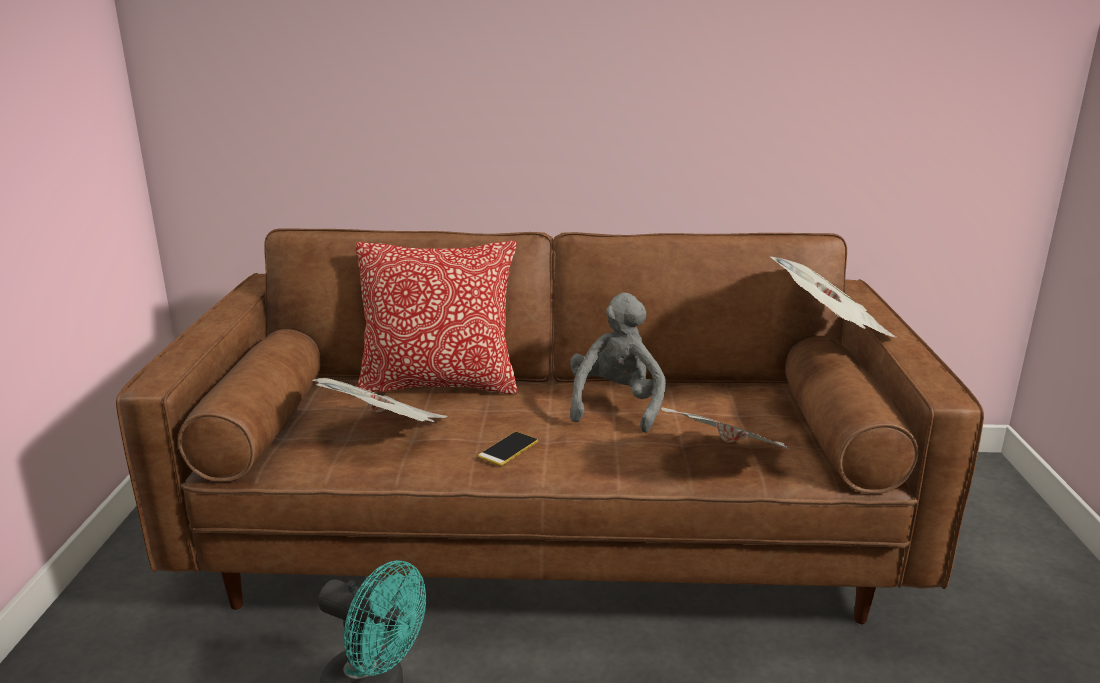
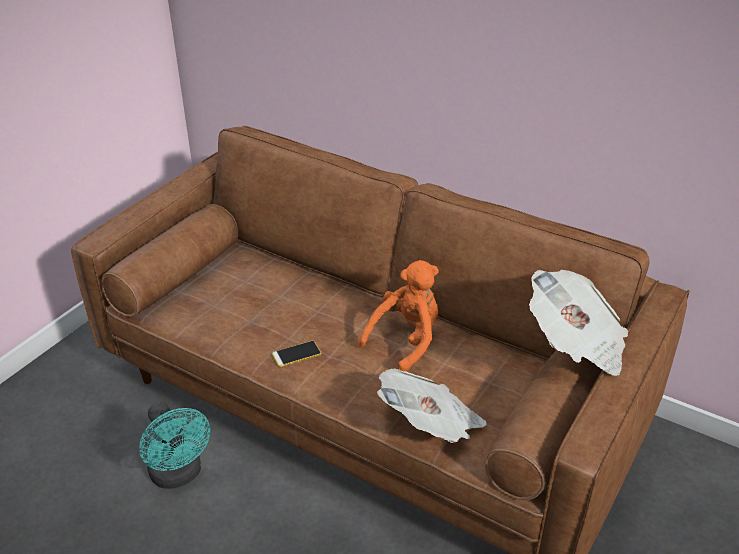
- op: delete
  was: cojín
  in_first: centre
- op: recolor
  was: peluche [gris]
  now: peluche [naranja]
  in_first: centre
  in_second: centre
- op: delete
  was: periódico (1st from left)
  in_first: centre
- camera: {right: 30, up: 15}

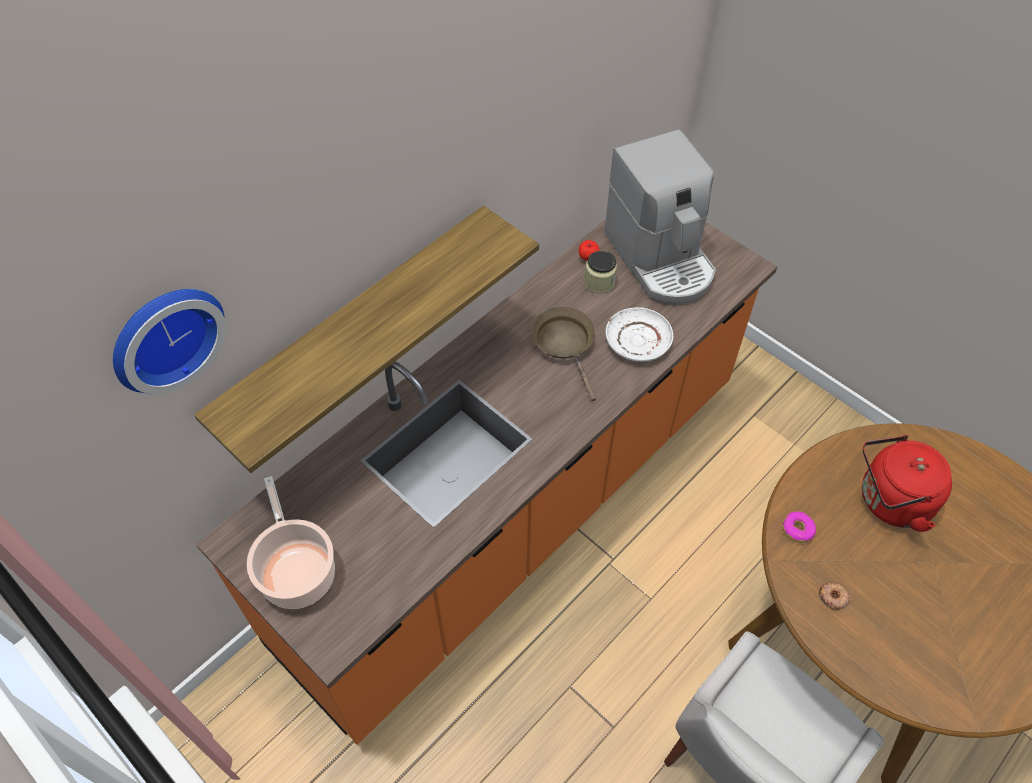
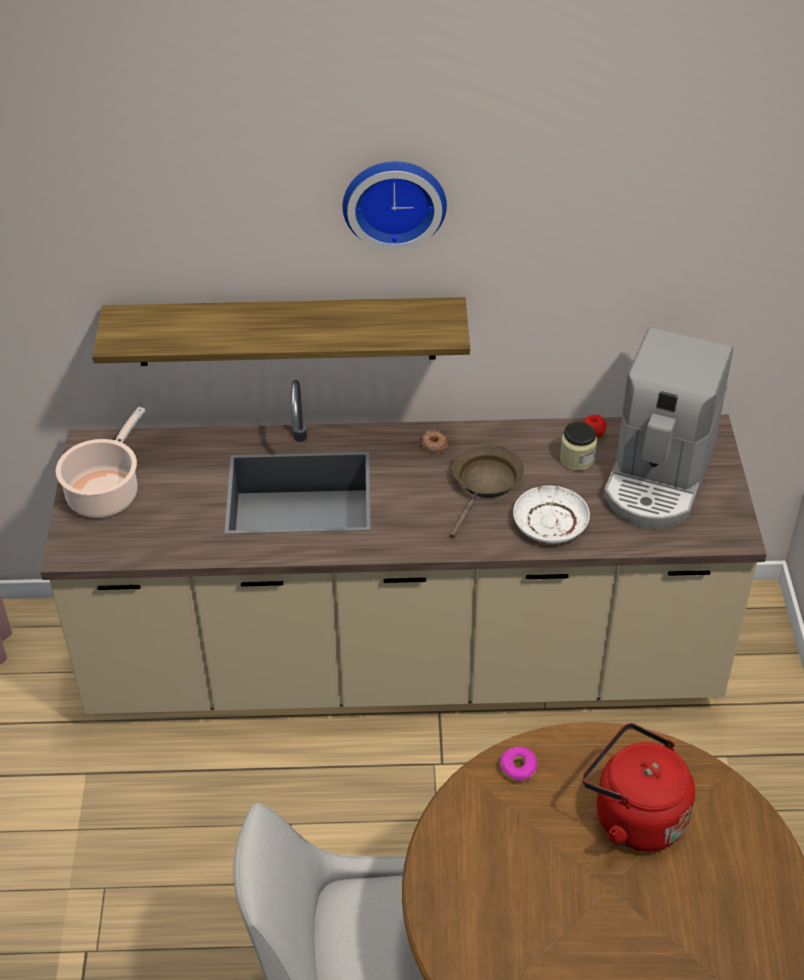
- op: recolor
  was: mueble bajo de cocina [naranja]
  now: mueble bajo de cocina [beis]
  in_first: centre
  in_second: centre
- op: move
  was: reloj de pared
  in_first: middle left
  in_second: top centre
- op: move
  was: rosquilla (2nd from left in the first image)
  now: rosquilla (1st from left)
  in_first: bottom right
  in_second: centre
- camera: {right: 45, up: -10}

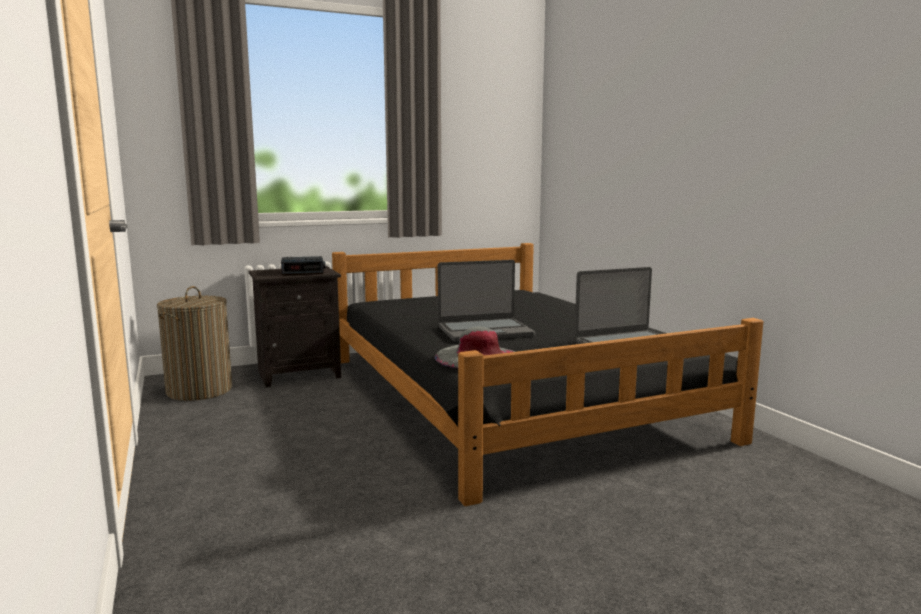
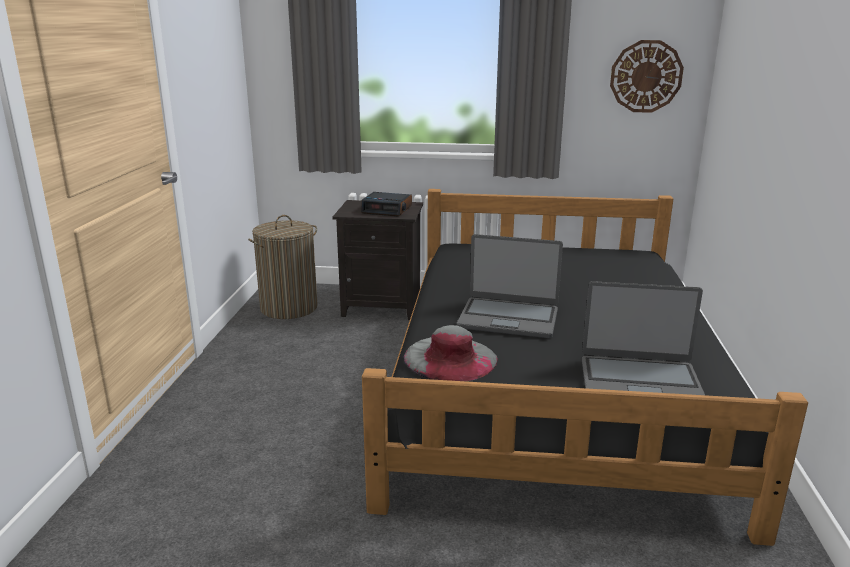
- op: insert
  now: reloj de pared
  in_second: top right
- camera: {right: 30, up: 10}

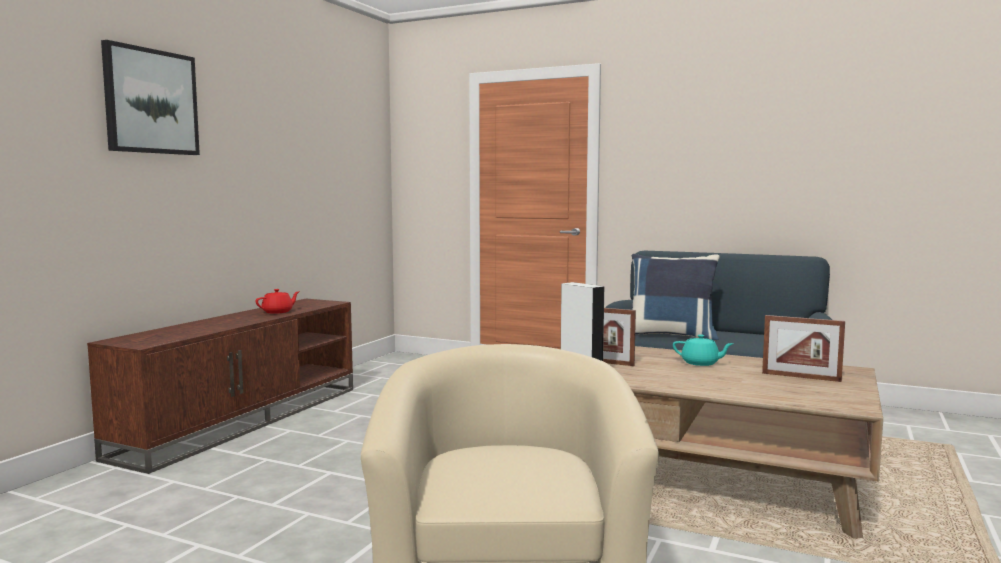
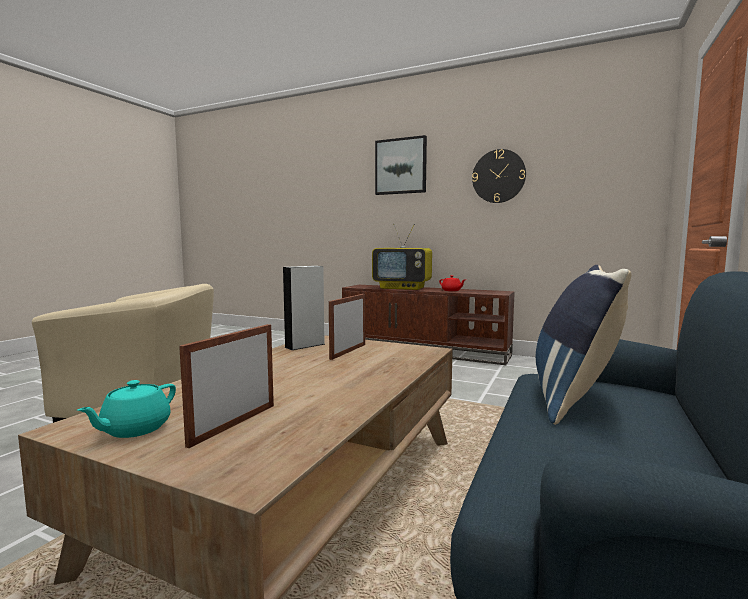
- op: move
  was: tetera [turquesa]
  in_first: middle right
  in_second: bottom left
- op: insert
  now: reloj de pared
  in_second: top right
- op: insert
  now: televisor
  in_second: centre
- camera: {right: 90, up: 0}

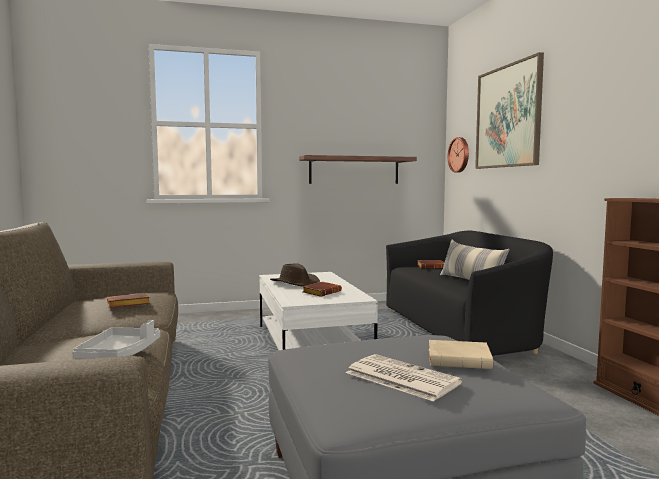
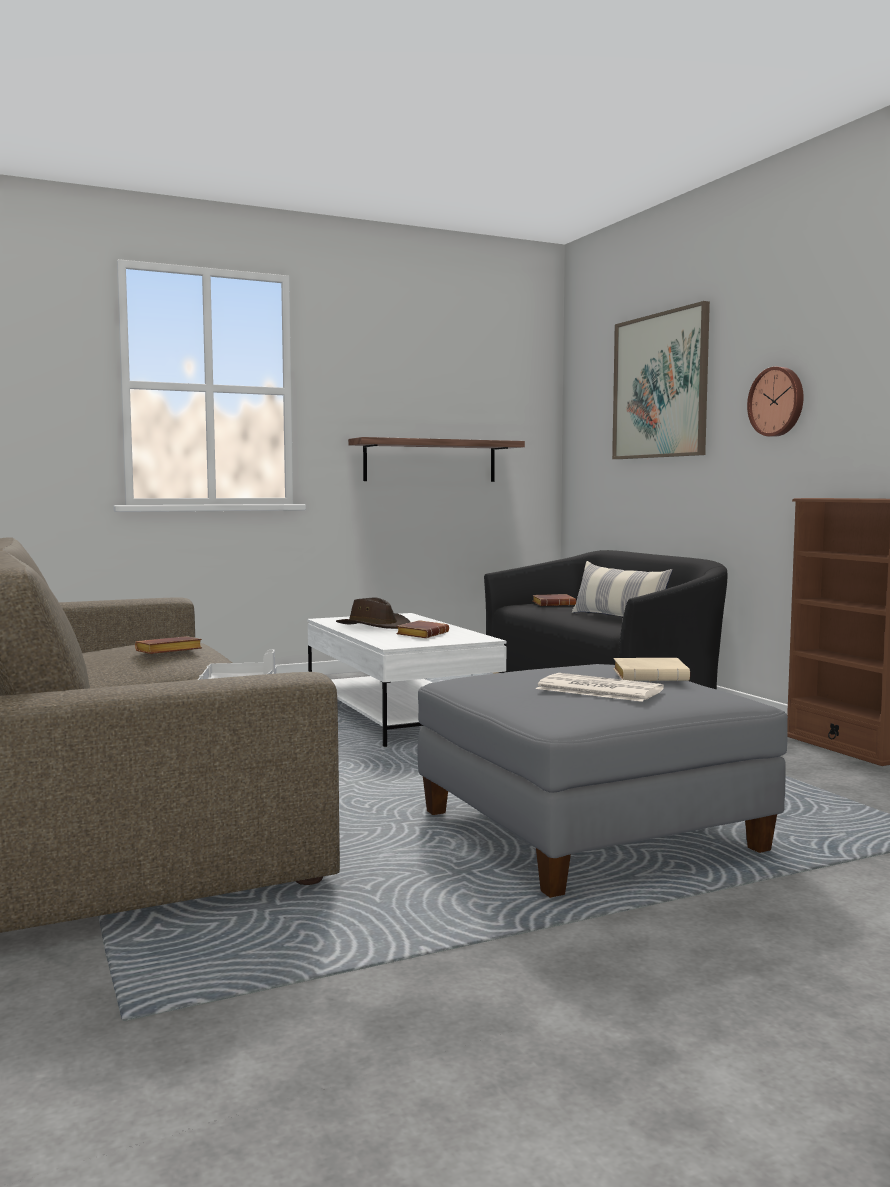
- op: move
  was: reloj de pared
  in_first: top right
  in_second: middle right
- camera: {right: -10, up: 0}

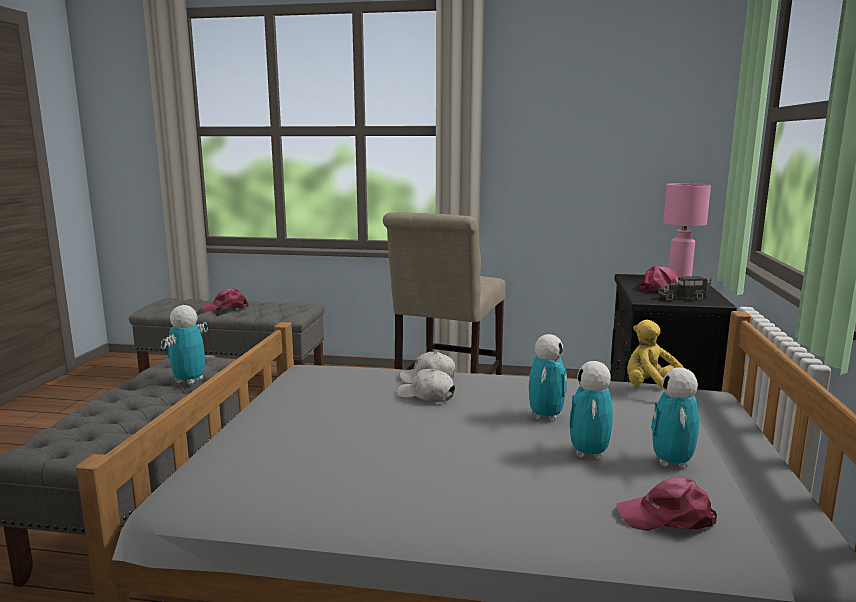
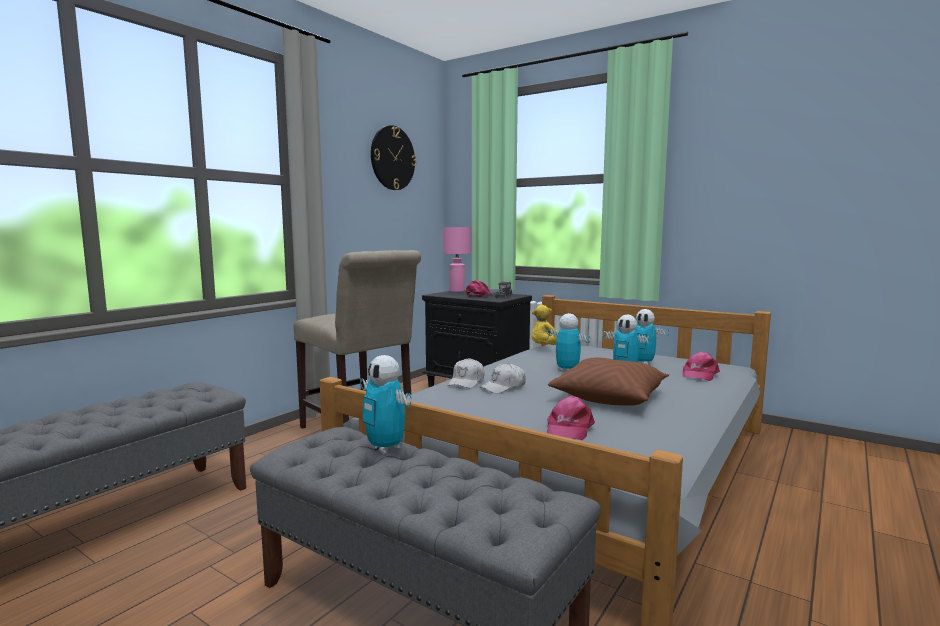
- op: move
  was: gorra [rosa] (1st from left in the first image)
  now: gorra [rosa] (2nd from left)
  in_first: middle left
  in_second: bottom centre
- op: insert
  now: reloj de pared
  in_second: top centre
- op: insert
  now: cojín [marrón]
  in_second: centre
- camera: {right: -65, up: -5}

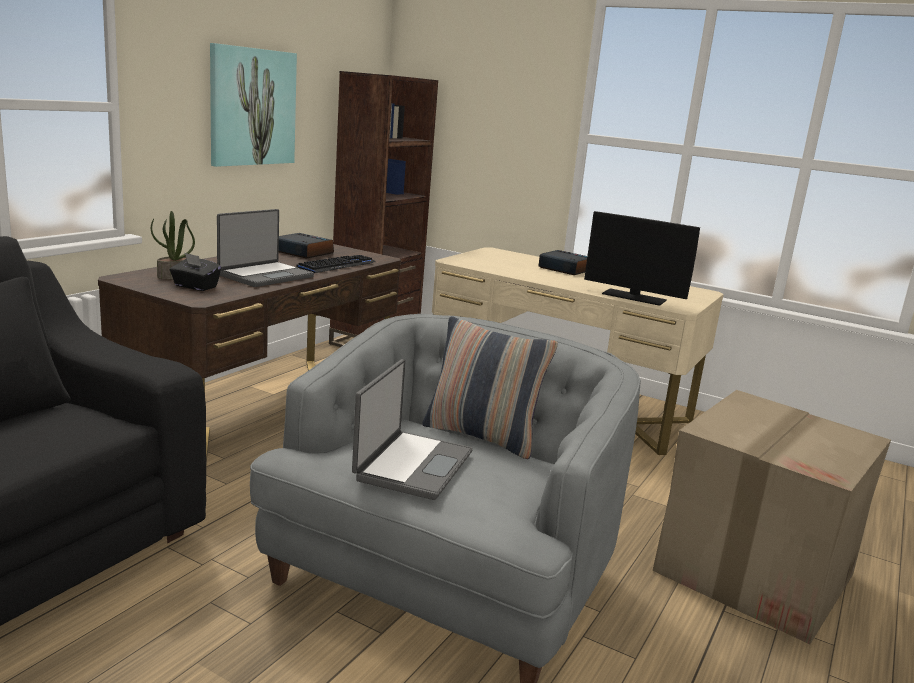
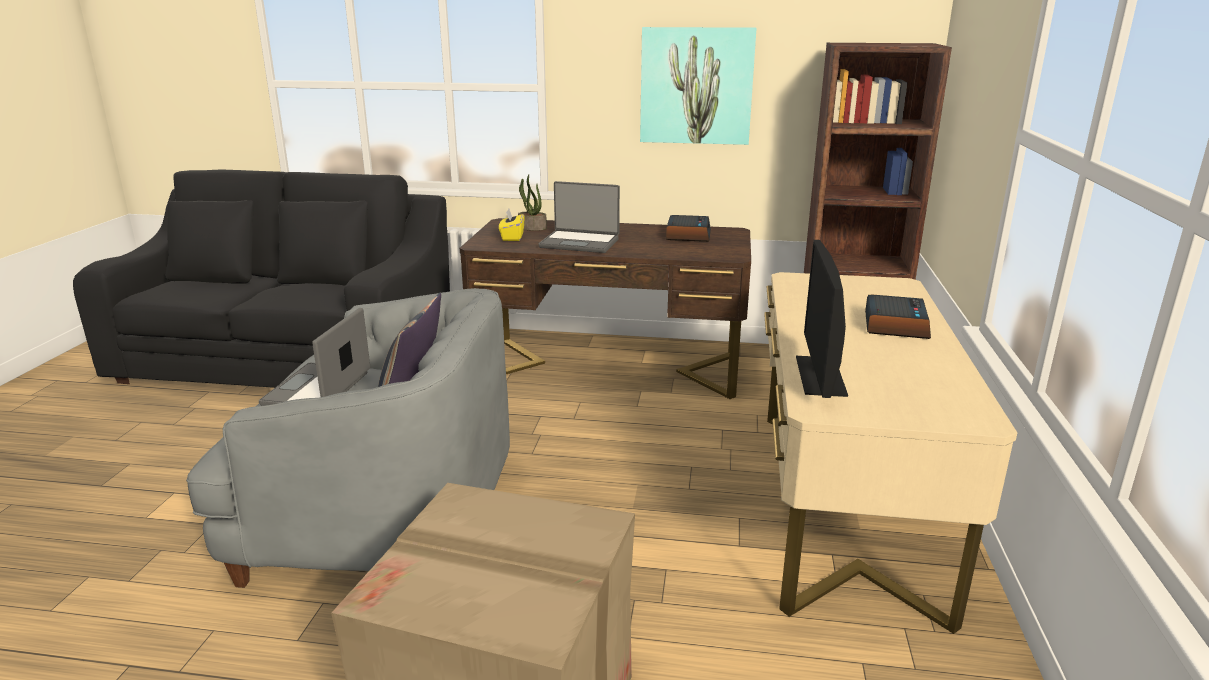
- op: recolor
  was: caja de pañuelos [negro]
  now: caja de pañuelos [amarillo]
  in_first: middle left
  in_second: top centre
- op: delete
  was: teclado
  in_first: centre
- op: rotate
  was: portátil (2nd from left in the first image)
  in_first: centre
  in_second: middle left
  clockwise: 105
- camera: {right: 70, up: 5}

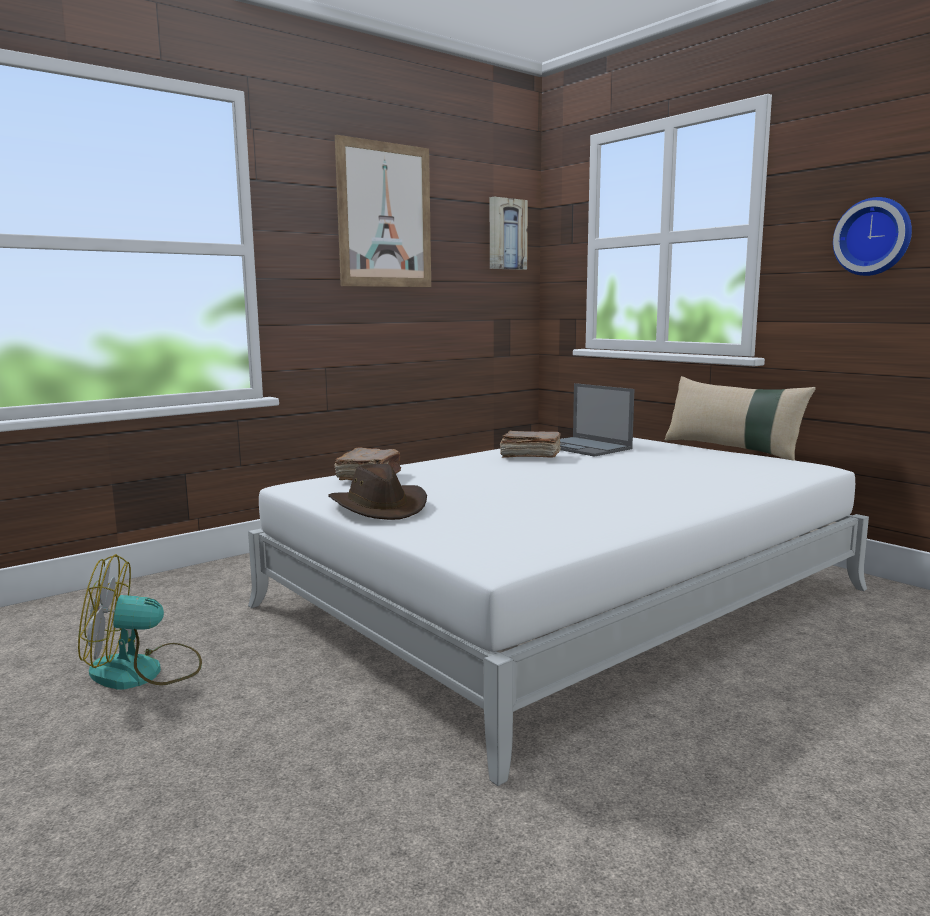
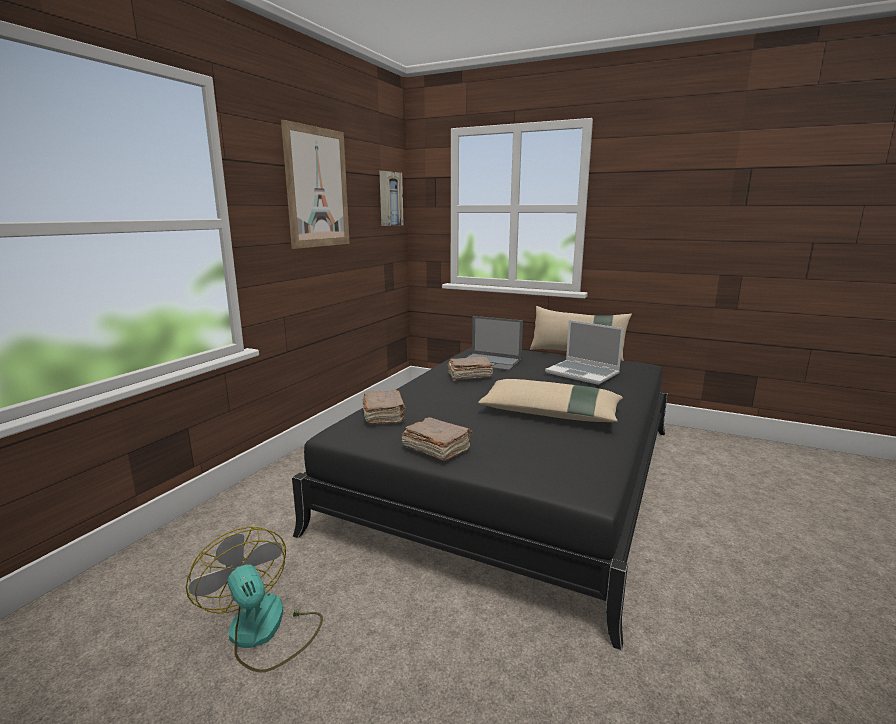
- op: delete
  was: reloj de pared
  in_first: top right
- op: recolor
  was: cama [blanco]
  now: cama [negro]
  in_first: bottom centre
  in_second: bottom centre
- op: replace
  was: sombrero [marrón]
  now: libro [marrón] (2nd from left)
  in_first: centre
  in_second: centre
- op: rotate
  was: ventilador
  in_first: bottom left
  in_second: bottom left
  clockwise: 90
- op: insert
  now: portátil (2nd from left)
  in_second: centre
- op: insert
  now: cojín [beis] (1st from left)
  in_second: centre
- camera: {right: -25, up: 5}

